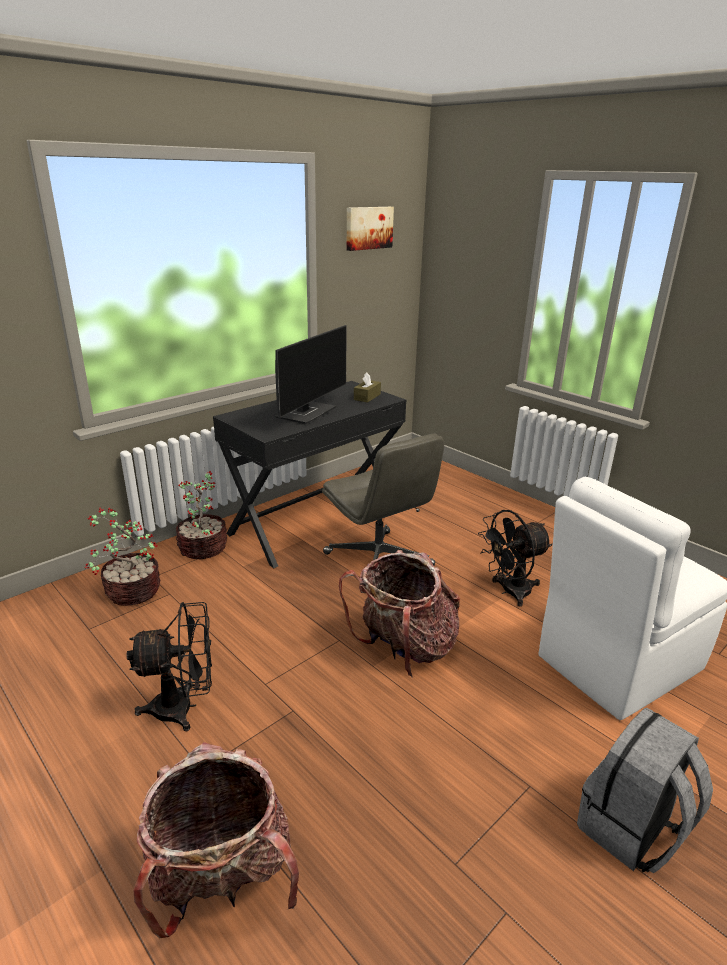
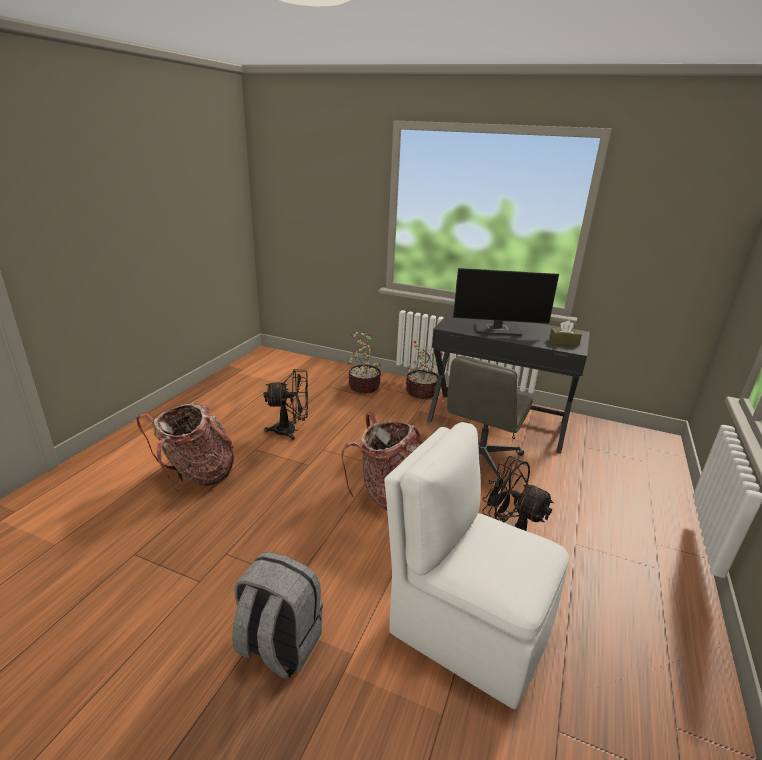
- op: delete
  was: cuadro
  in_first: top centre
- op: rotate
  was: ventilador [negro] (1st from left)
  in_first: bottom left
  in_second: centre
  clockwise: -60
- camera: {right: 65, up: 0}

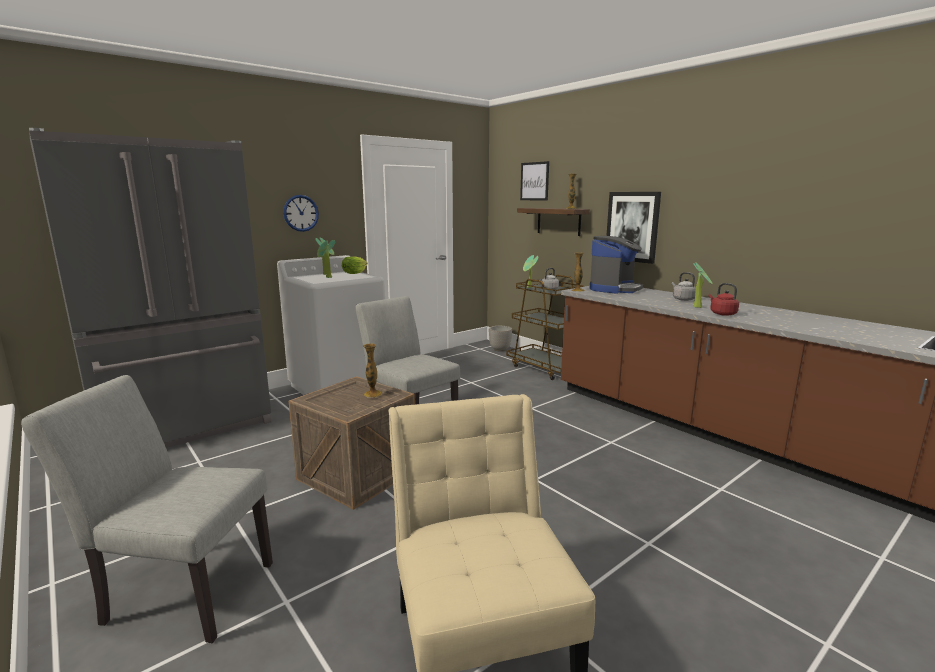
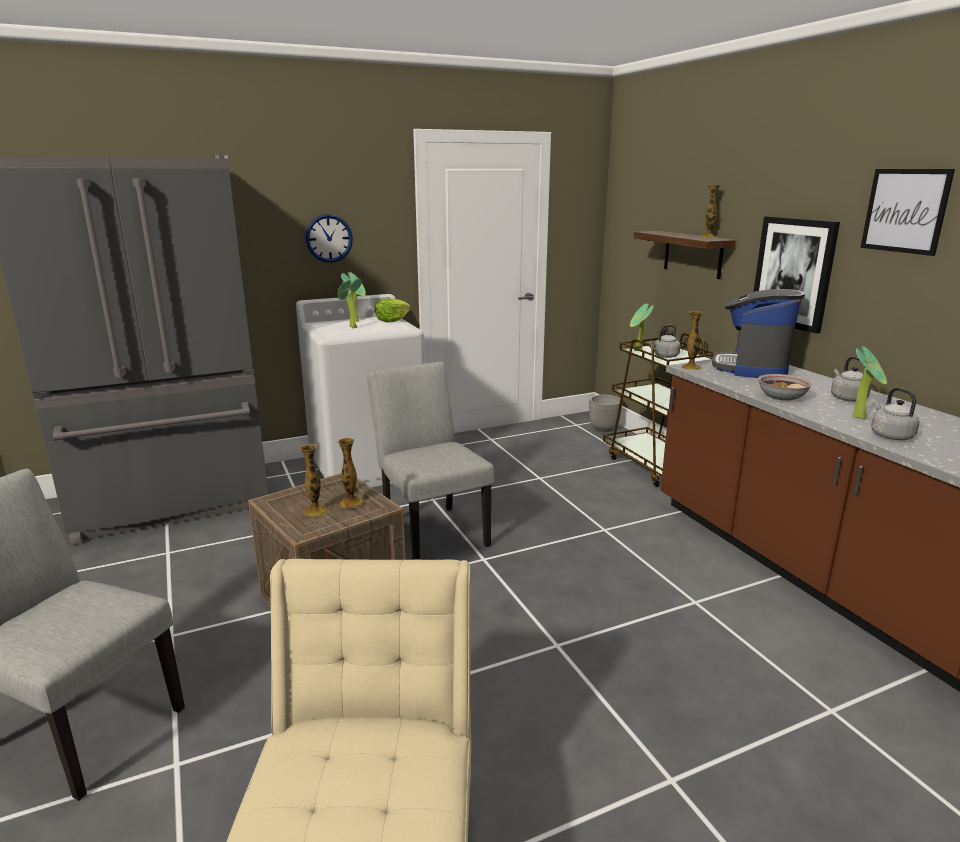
- op: move
  was: cuadro (1st from left in the first image)
  now: cuadro (2nd from left)
  in_first: top centre
  in_second: top right
- op: rotate
  was: cafetera
  in_first: centre
  in_second: middle right
  clockwise: 150
- op: recolor
  was: hervidor [rojo]
  now: hervidor [gris] (3rd from left)
  in_first: middle right
  in_second: middle right
- op: insert
  now: cuenco
  in_second: middle right
- op: insert
  now: florero (1st from left)
  in_second: middle left
- camera: {right: 15, up: 5}

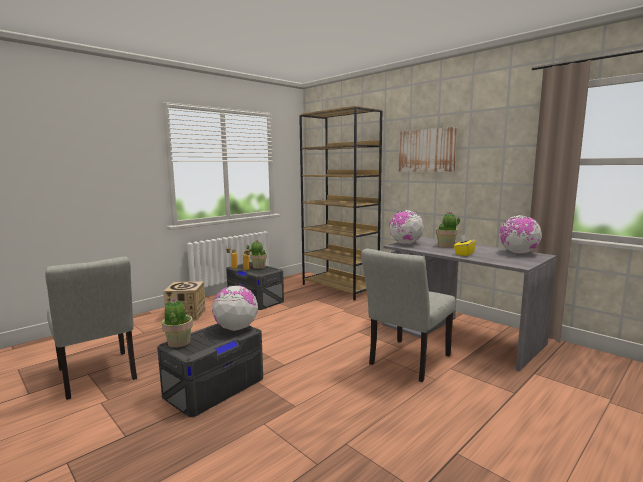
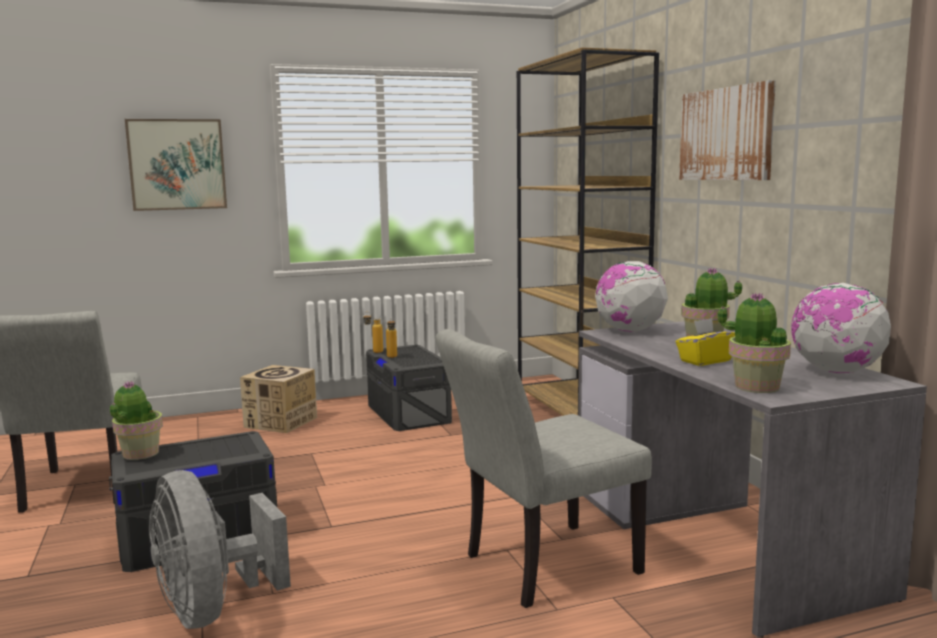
- op: move
  was: planta en maceta (2nd from left in the first image)
  now: planta en maceta (3rd from left)
  in_first: centre
  in_second: middle right
- op: delete
  was: globo terráqueo (1st from left)
  in_first: centre
- op: insert
  now: cuadro (1st from left)
  in_second: top left
- op: insert
  now: ventilador [gris]
  in_second: bottom left
- camera: {right: 25, up: 0}

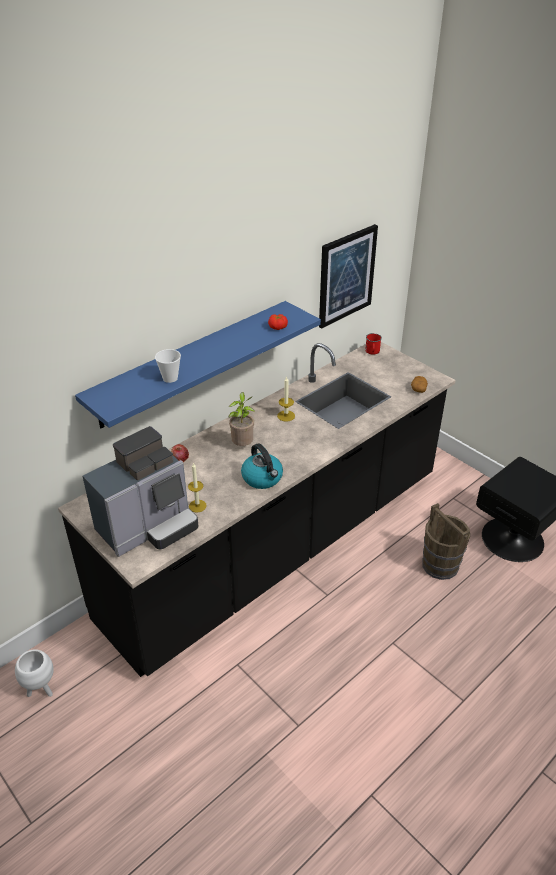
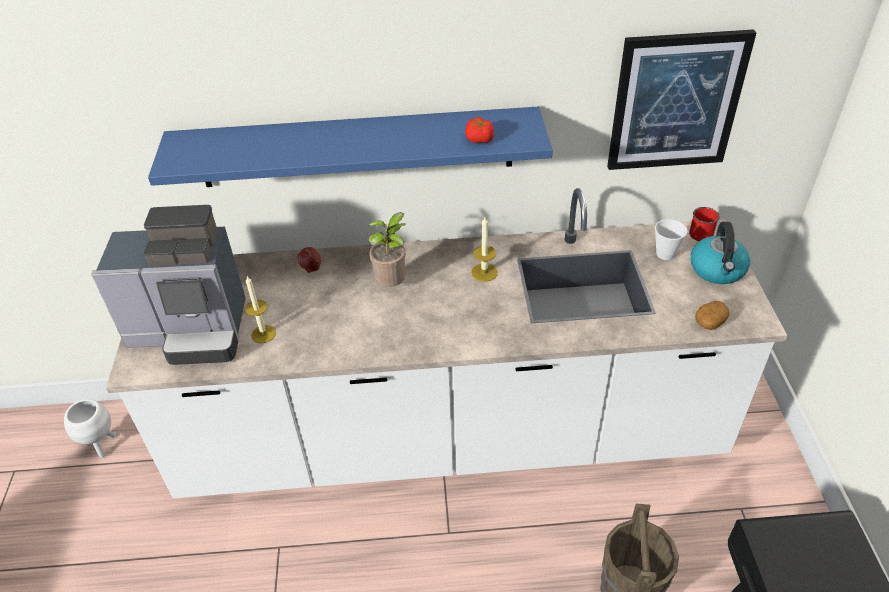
- op: recolor
  was: mueble bajo de cocina [negro]
  now: mueble bajo de cocina [blanco]
  in_first: centre
  in_second: centre
- op: move
  was: taza
  in_first: middle left
  in_second: middle right
- op: move
  was: hervidor
  in_first: centre
  in_second: middle right
- camera: {right: 40, up: 5}

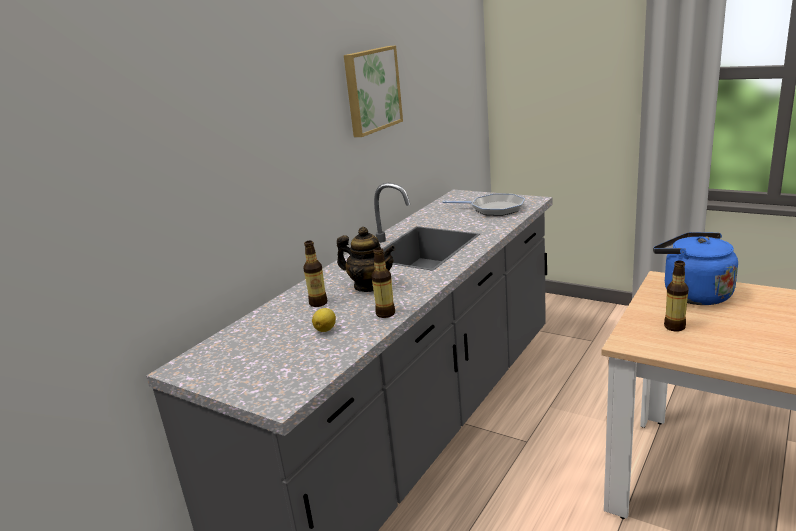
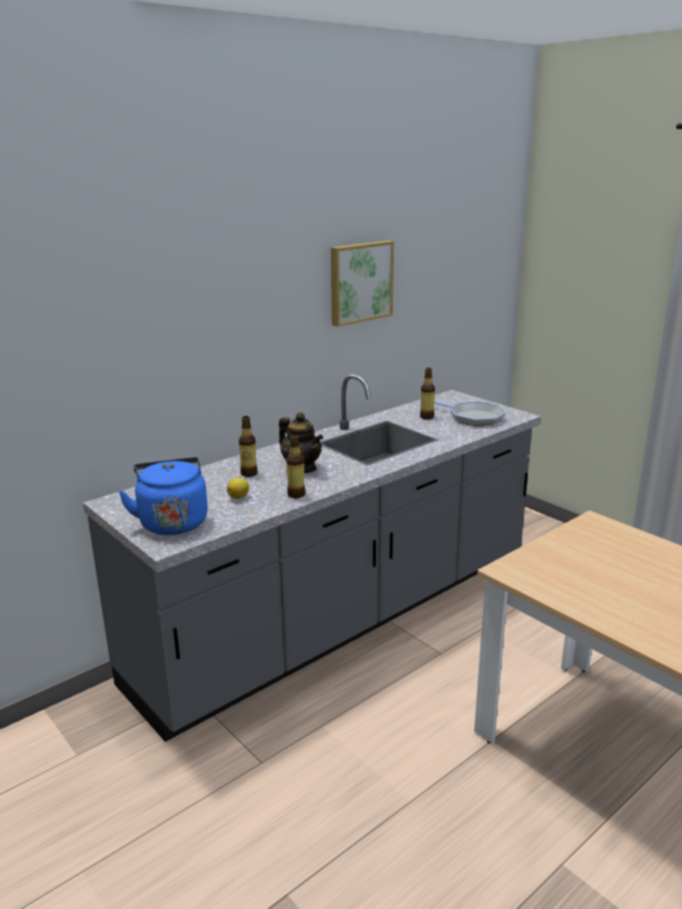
- op: move
  was: hervidor [azul]
  in_first: middle right
  in_second: middle left
- op: move
  was: botella (3rd from left)
  in_first: middle right
  in_second: centre
- camera: {right: 15, up: 0}

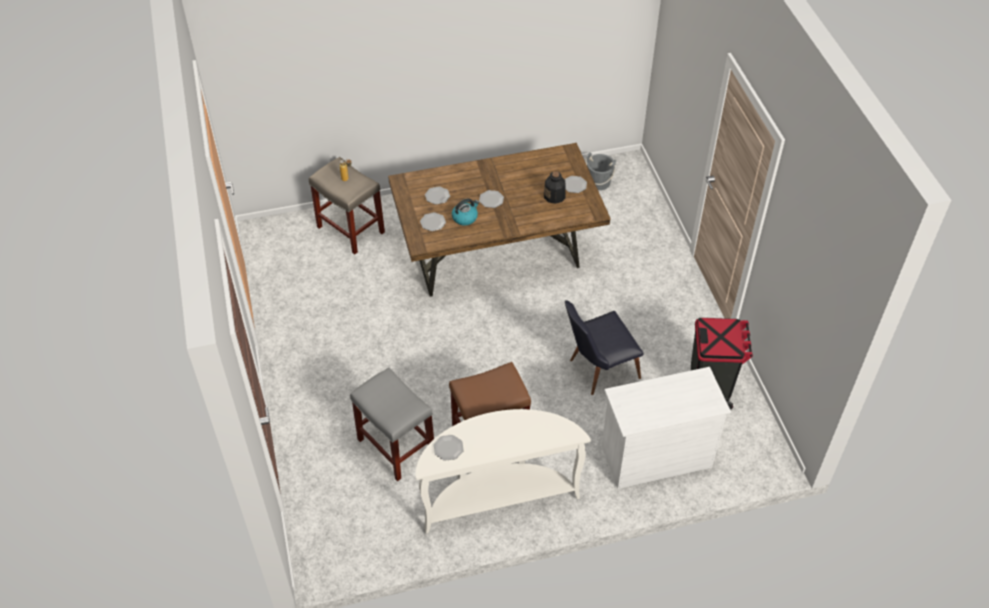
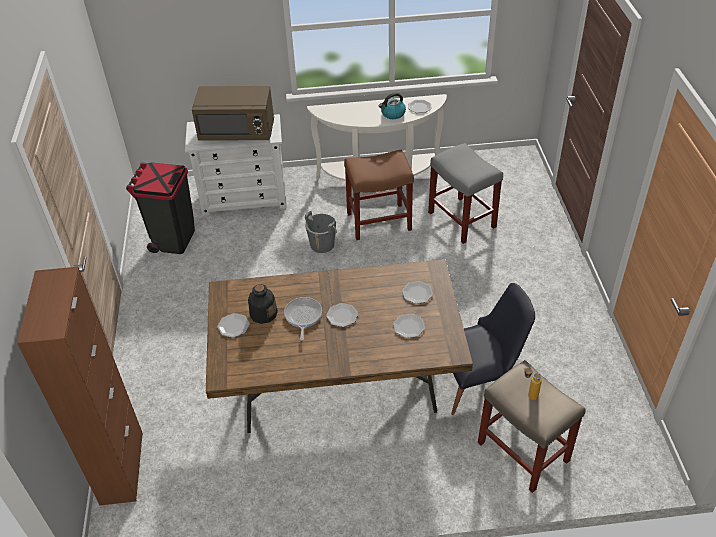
- op: move
  was: cubo [gris]
  in_first: top centre
  in_second: centre
- op: move
  was: hervidor
  in_first: centre
  in_second: top centre
- op: move
  was: silla [negro]
  in_first: centre
  in_second: middle right
- op: insert
  now: microondas [marrón]
  in_second: top left
- op: insert
  now: armario [marrón]
  in_second: bottom left
- op: insert
  now: sartén
  in_second: centre
- camera: {right: -170, up: -5}

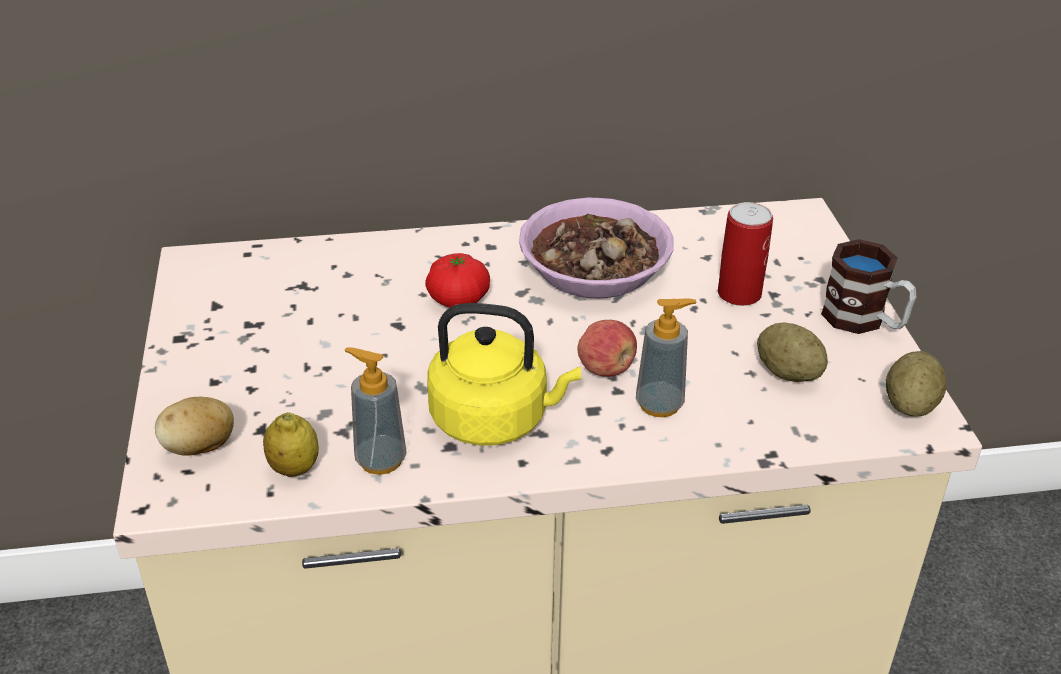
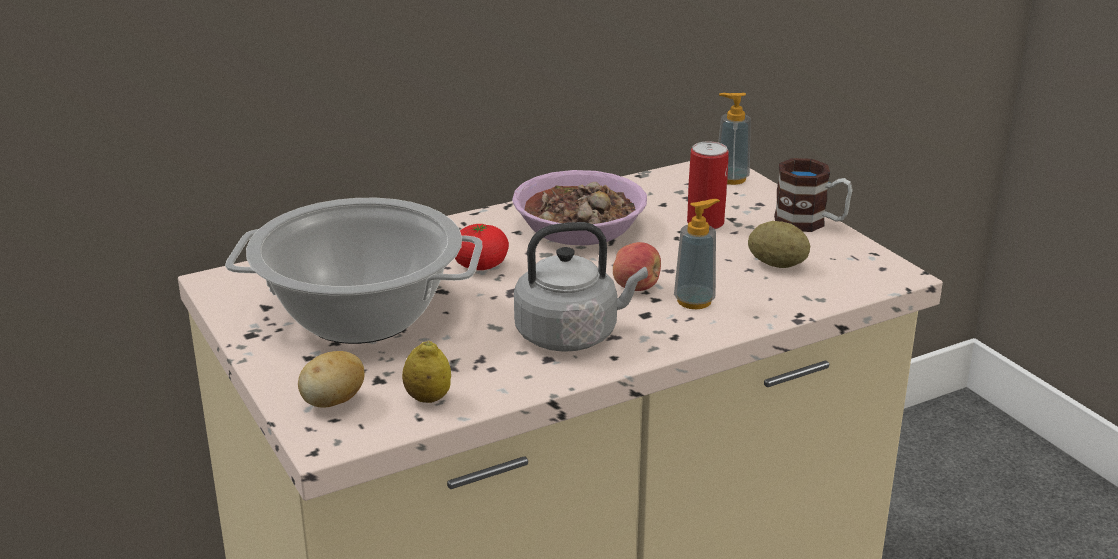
- op: recolor
  was: hervidor [amarillo]
  now: hervidor [gris]
  in_first: centre
  in_second: centre
- op: move
  was: dispensador de jabón (1st from left in the first image)
  now: dispensador de jabón (2nd from left)
  in_first: centre
  in_second: top centre
- op: delete
  was: patata (3rd from left)
  in_first: middle right
- op: insert
  now: olla
  in_second: middle left
- camera: {right: -20, up: -10}

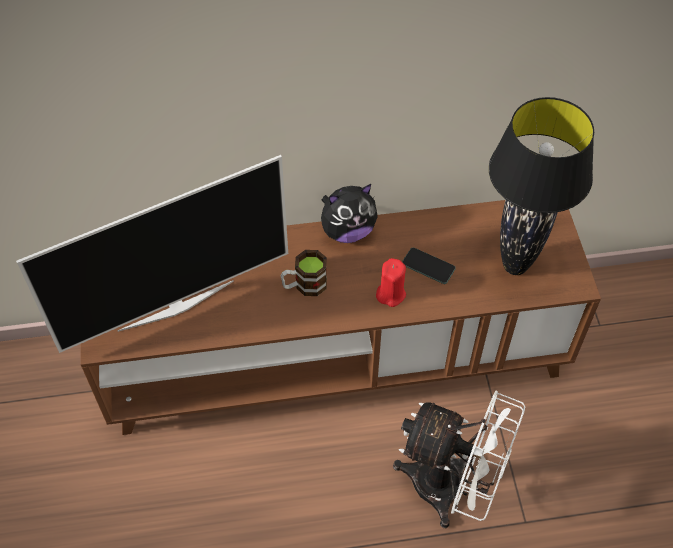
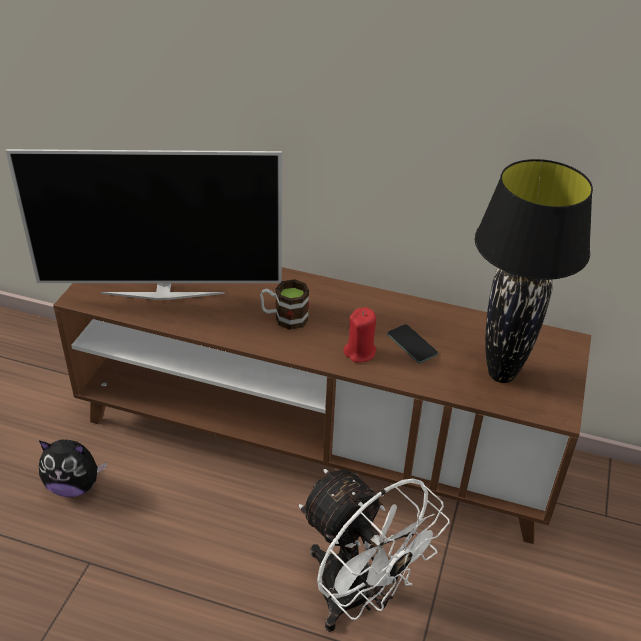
- op: move
  was: peluche
  in_first: centre
  in_second: bottom left
- camera: {right: 25, up: -15}

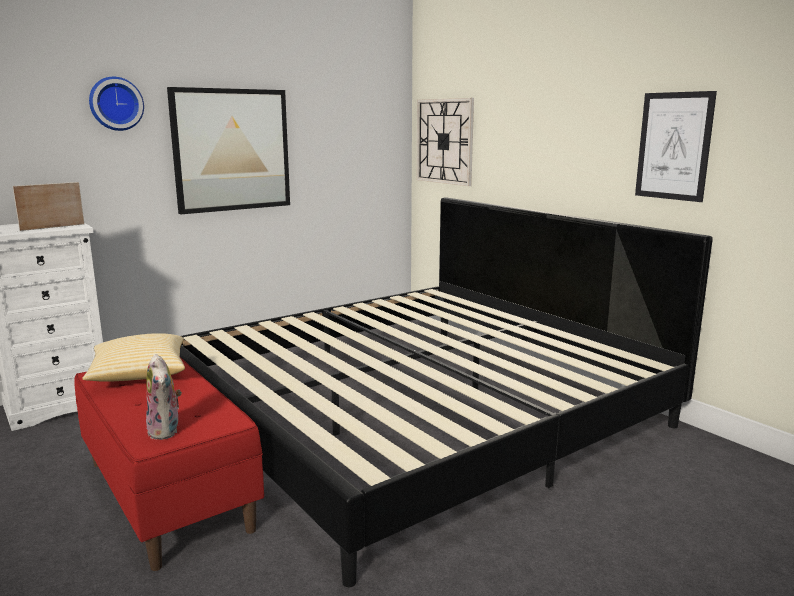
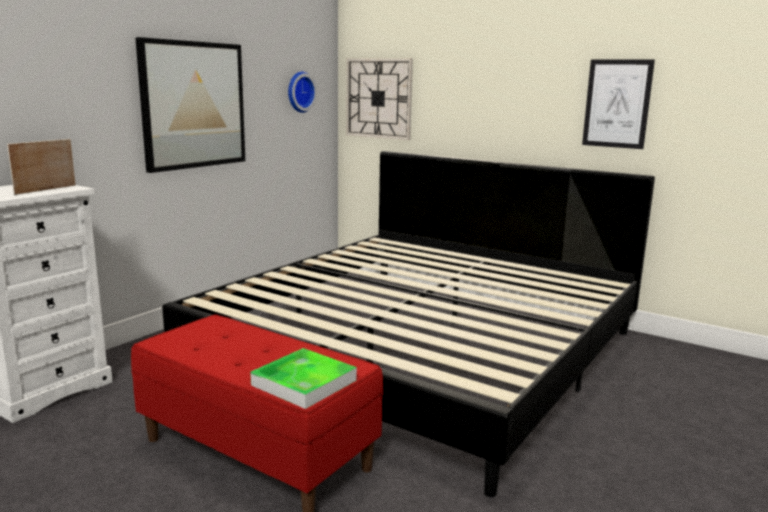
- op: move
  was: reloj de pared (1st from left)
  in_first: top left
  in_second: top centre
- op: delete
  was: cojín
  in_first: middle left
- op: replace
  was: peluche
  now: bandeja
  in_first: middle left
  in_second: bottom centre
- camera: {right: -20, up: 0}

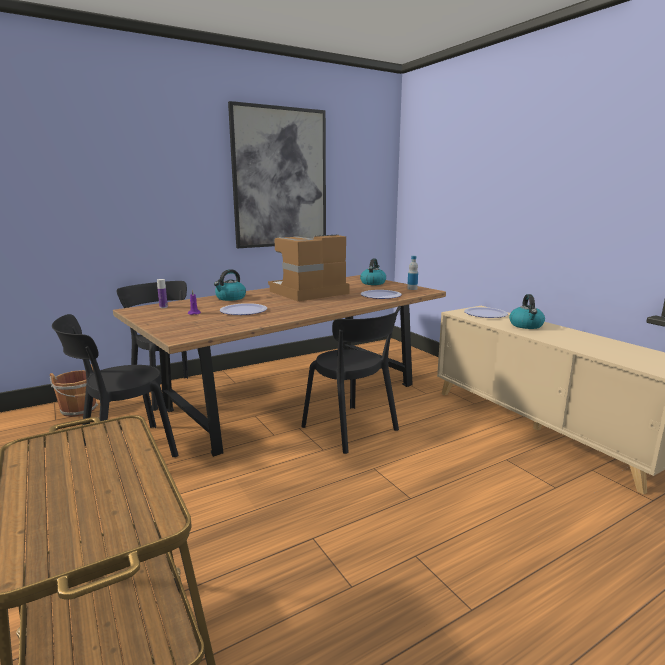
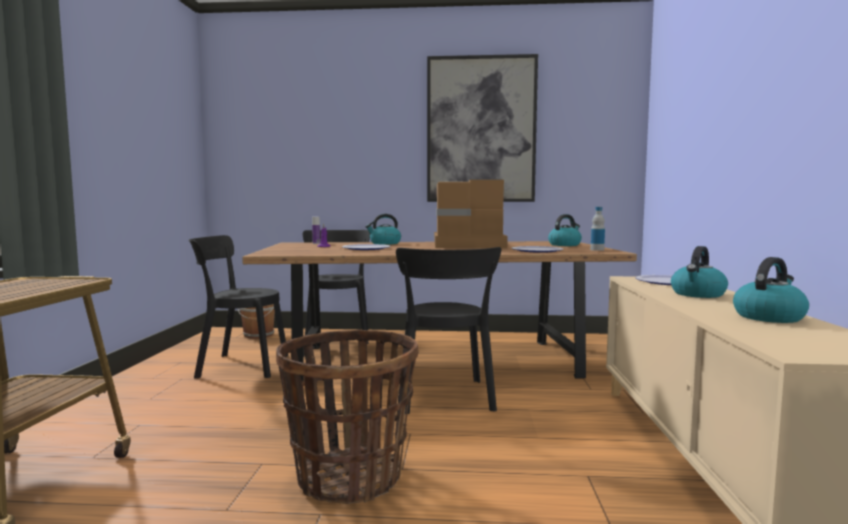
- op: insert
  now: hervidor (4th from left)
  in_second: middle right
- op: insert
  now: cesta
  in_second: bottom centre
- camera: {right: 35, up: -10}

